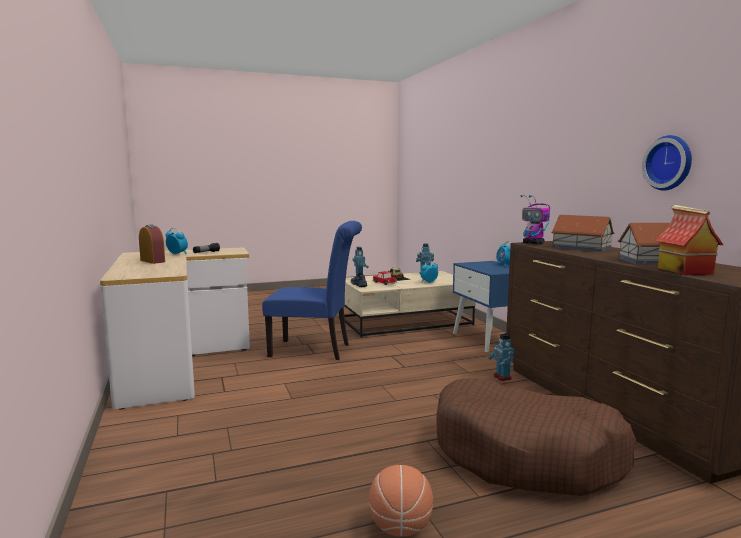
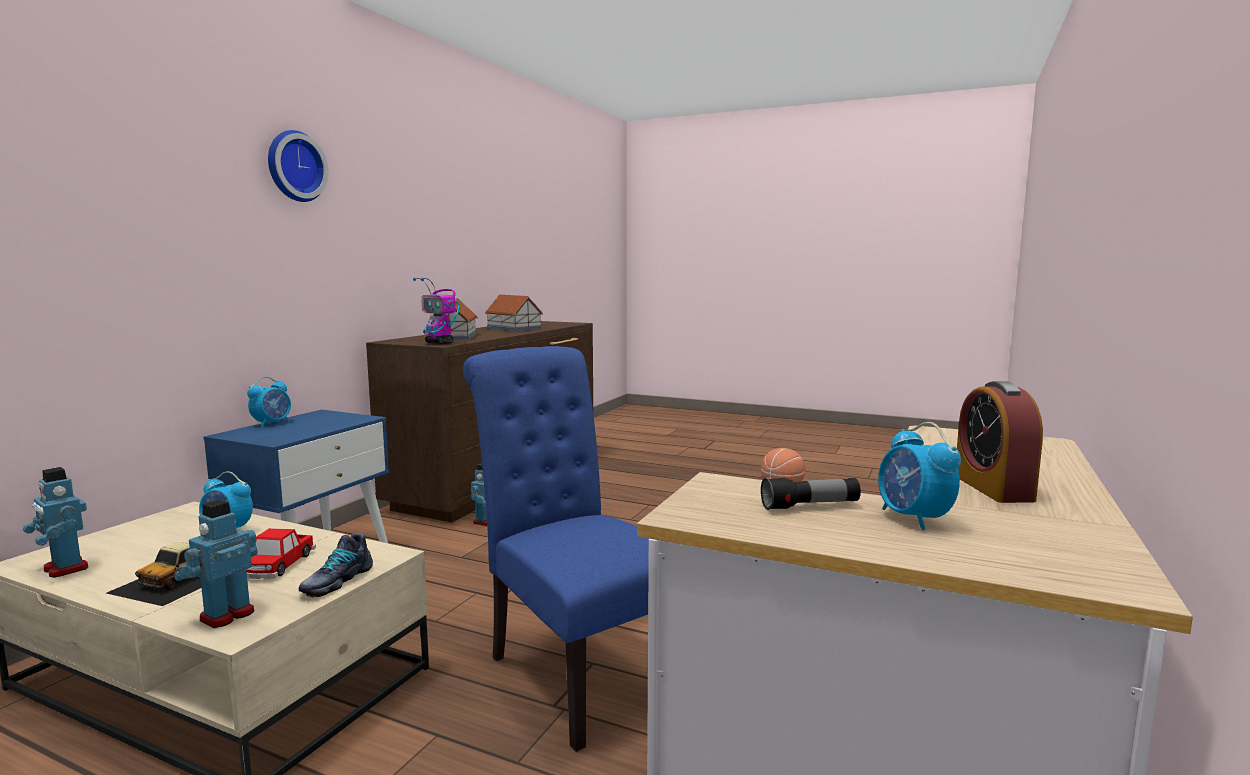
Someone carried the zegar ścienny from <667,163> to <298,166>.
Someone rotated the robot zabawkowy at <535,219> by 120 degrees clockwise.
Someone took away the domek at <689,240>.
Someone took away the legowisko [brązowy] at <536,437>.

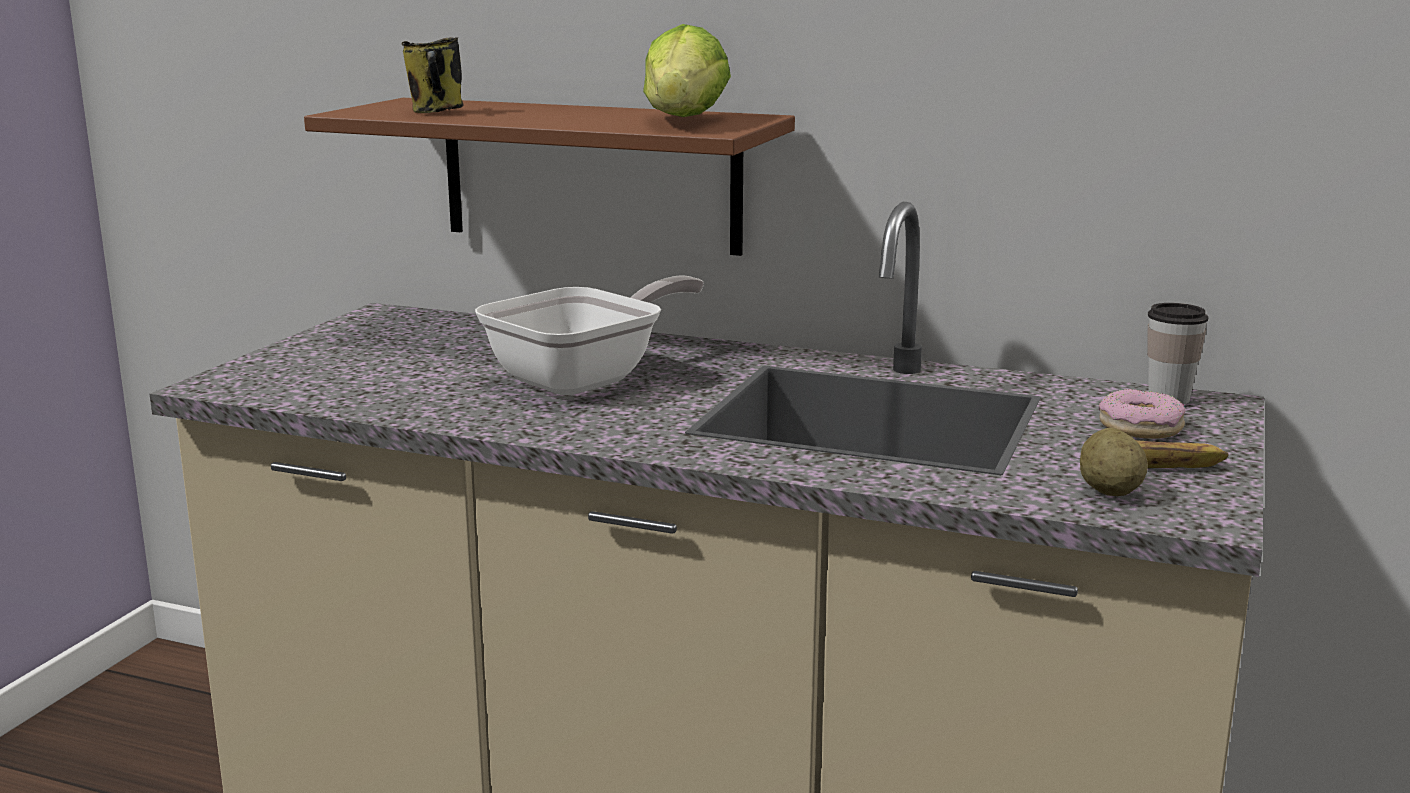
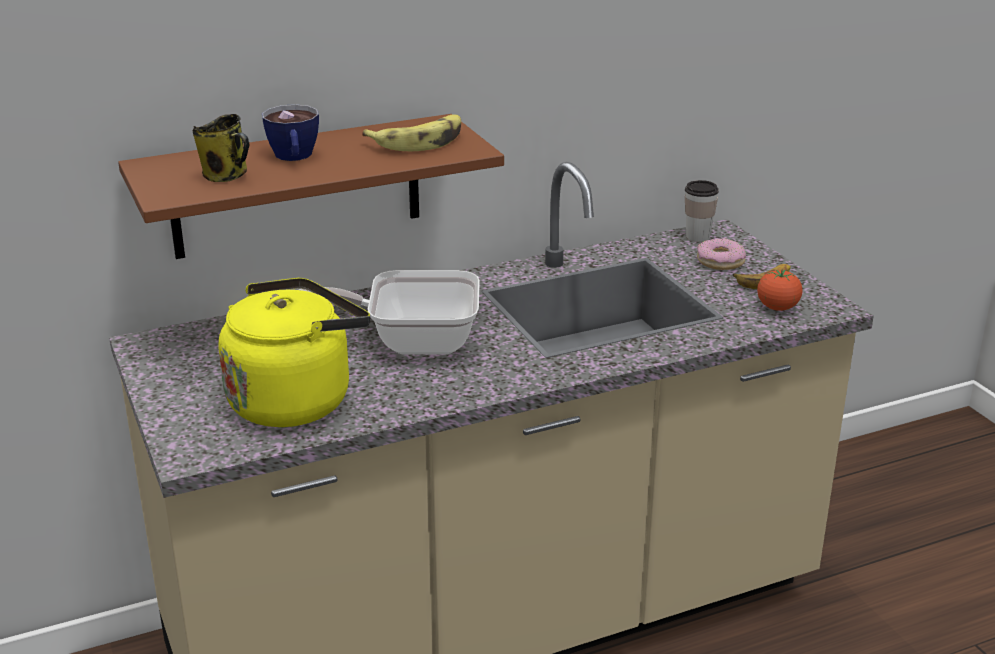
Someone swapped the sałata at <687,70> for the banan at <411,133>.
Someone rotated the patelnia at <589,335> by 90 degrees counterclockwise.
Someone swapped the ziemniak at <1114,462> for the pomidor at <779,290>.
Someone put down the filiżanka at <290,132>.
Someone put down the czajnik [żółty] at <294,352>.

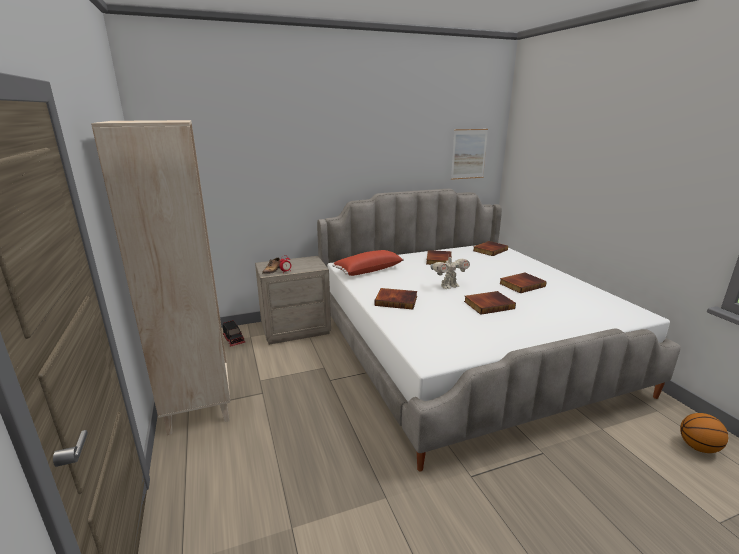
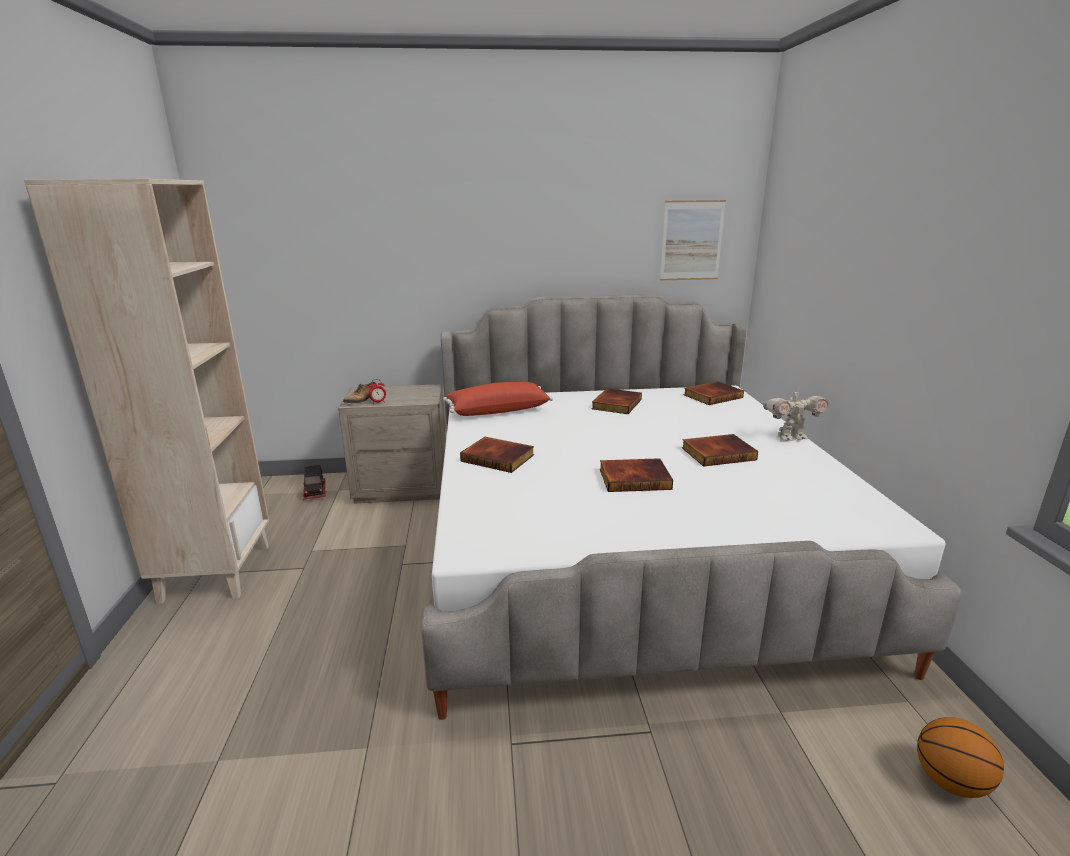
Someone carried the robot zabawkowy from <450,273> to <796,414>.

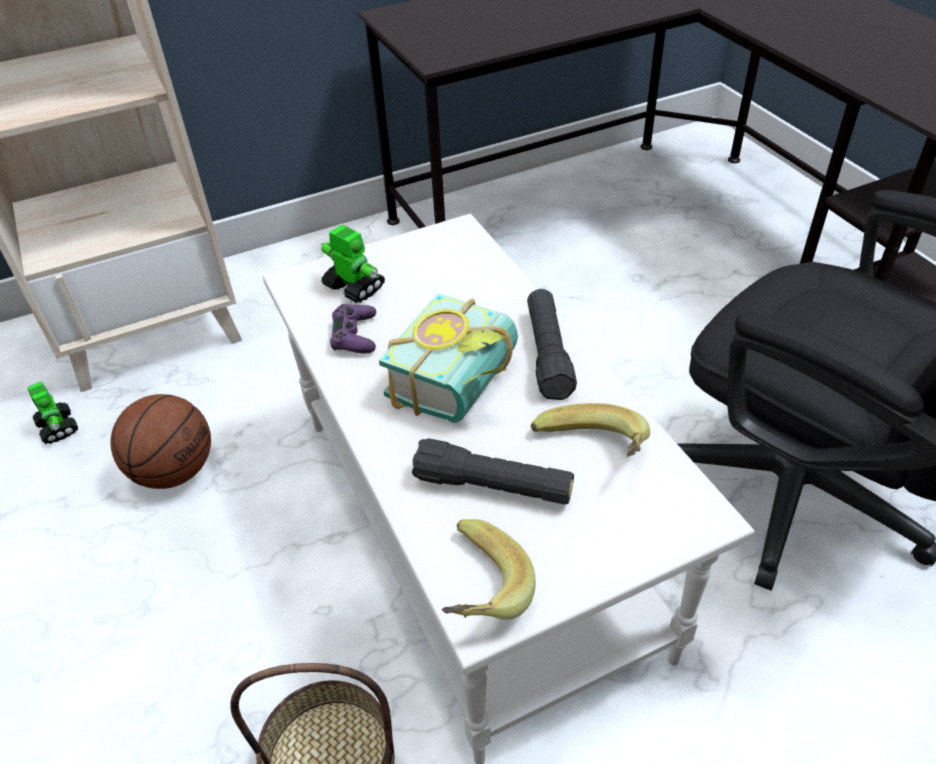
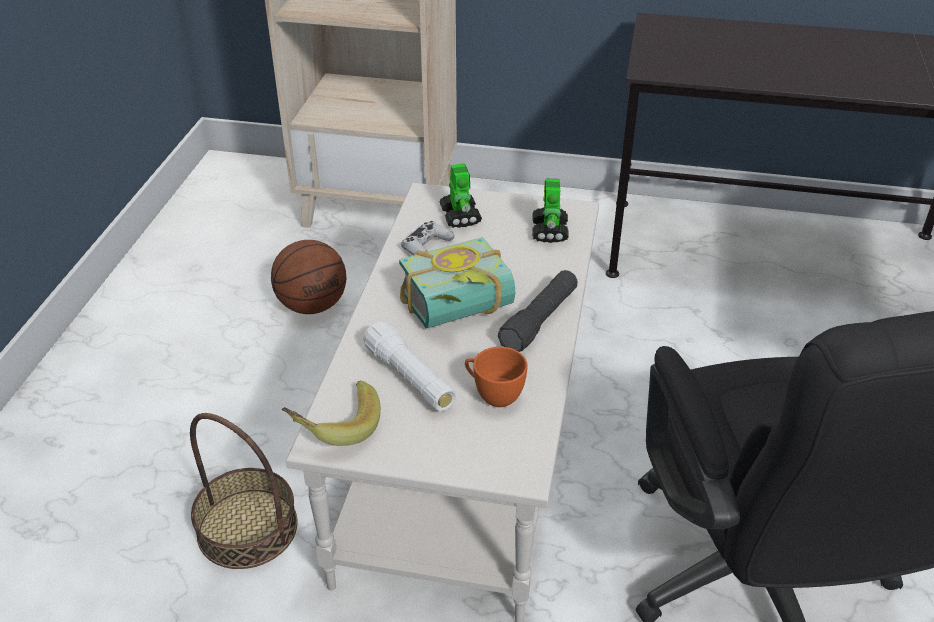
Someone repainted the pad do gier [fioletowy] at <353,329>, which became the pad do gier [biały] at <427,238>.
Someone carried the robot zabawkowy from <52,412> to <550,211>.
Someone swapped the banan at <590,430> for the filiżanka [pomarańczowy] at <496,377>.
Someone repainted the latarka [czarny] at <493,471>, which became the latarka [biały] at <409,366>.

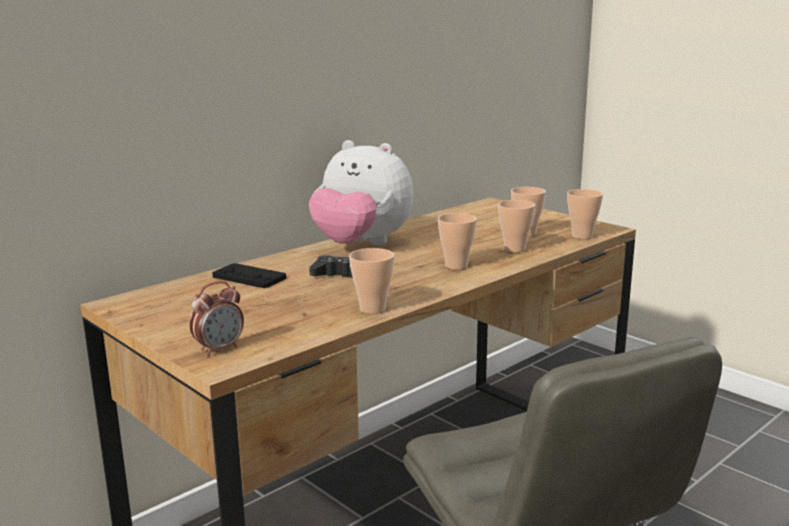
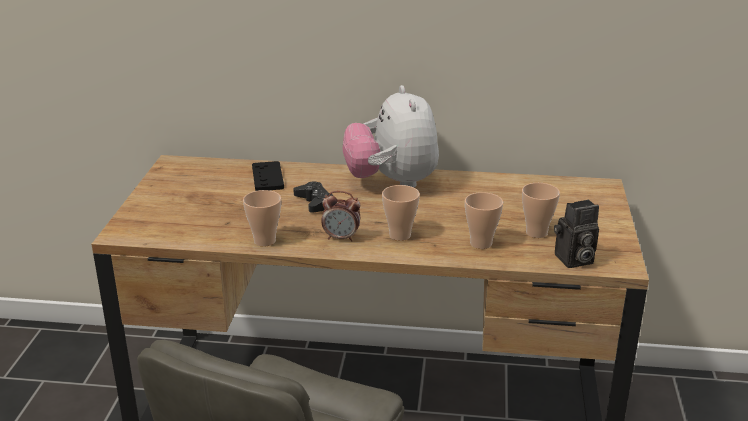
Someone swapped the filiżanka at <585,214> for the aparat fotograficzny at <576,234>.
Someone carried the budzik from <216,318> to <340,216>.

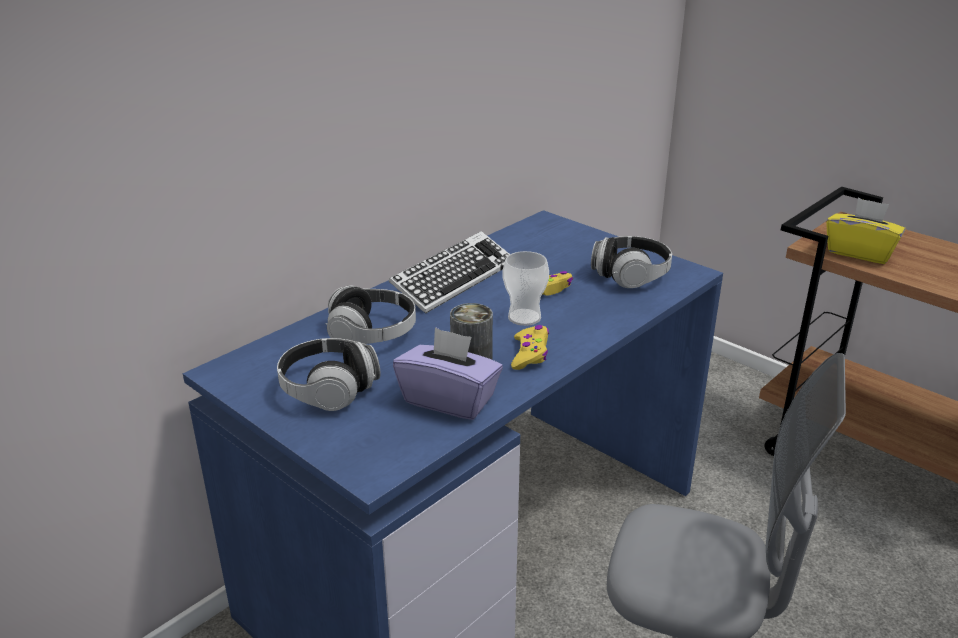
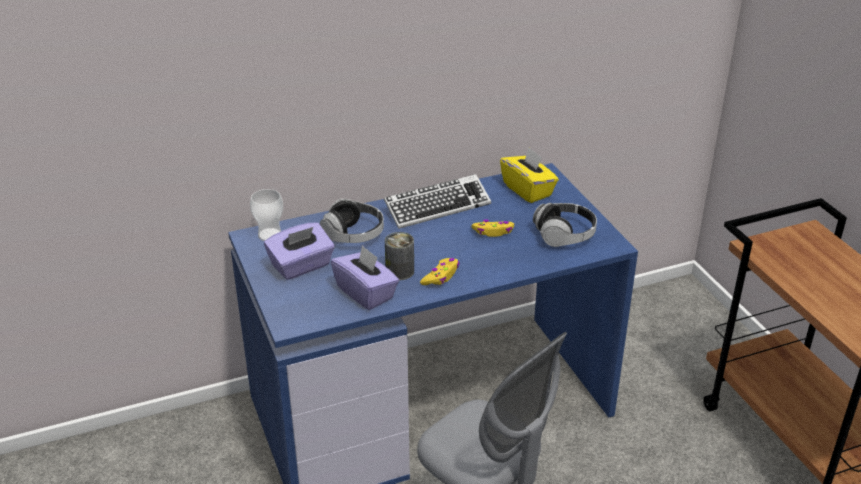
Someone carried the pudełko chusteczek [żółty] from <865,231> to <529,175>.
Someone carried the filiżanka from <526,288> to <266,215>.
Someone swapped the słuchawki at <328,374> for the pudełko chusteczek [fioletowy] at <299,251>.

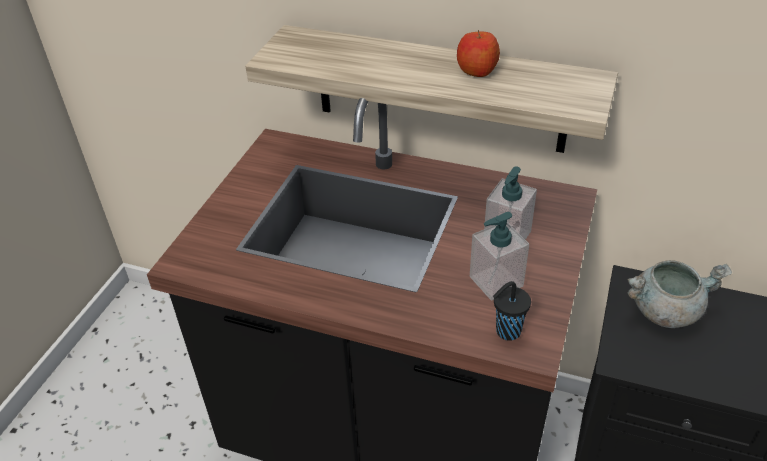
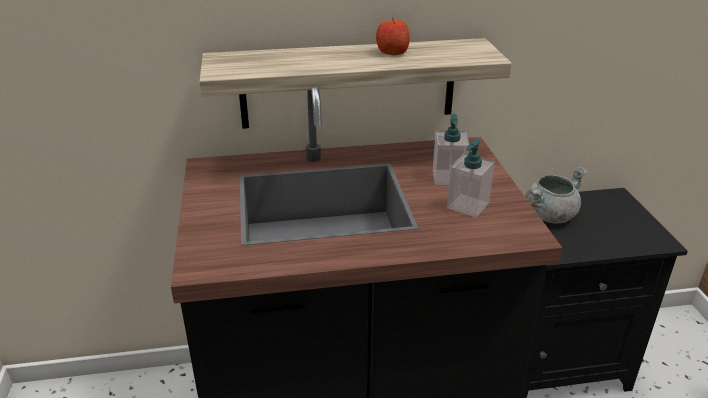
Someone took away the filiżanka [czarny] at <512,311>.

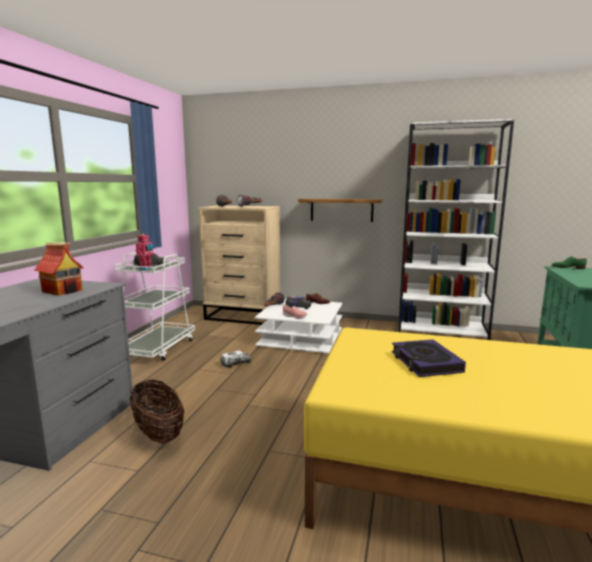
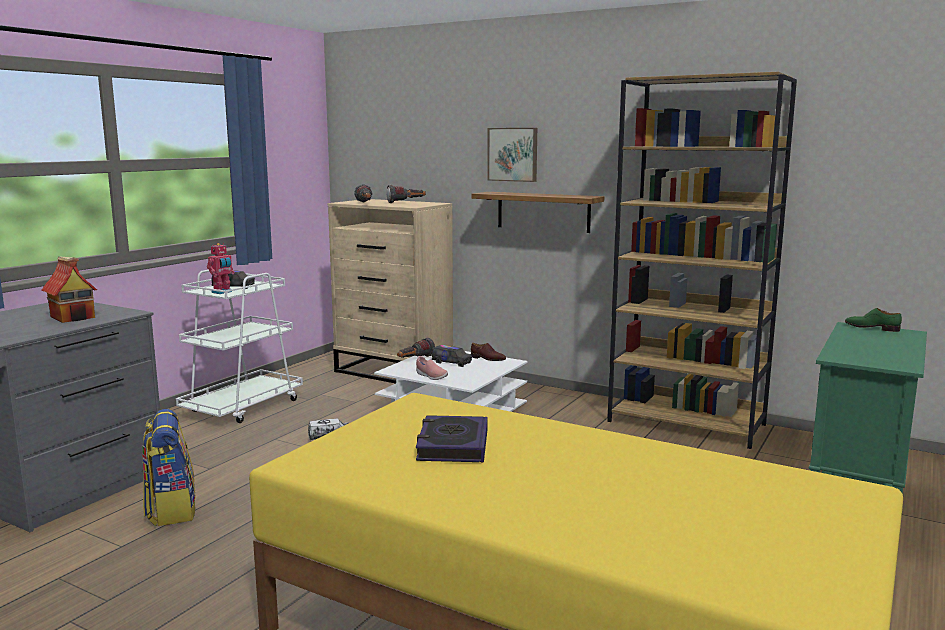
Someone repainted the regał [biały] at <456,229>, which became the regał [brązowy] at <702,260>.
Someone swapped the koszyk at <157,412> for the plecak at <169,467>.
Someone put up the obraz at <512,155>.

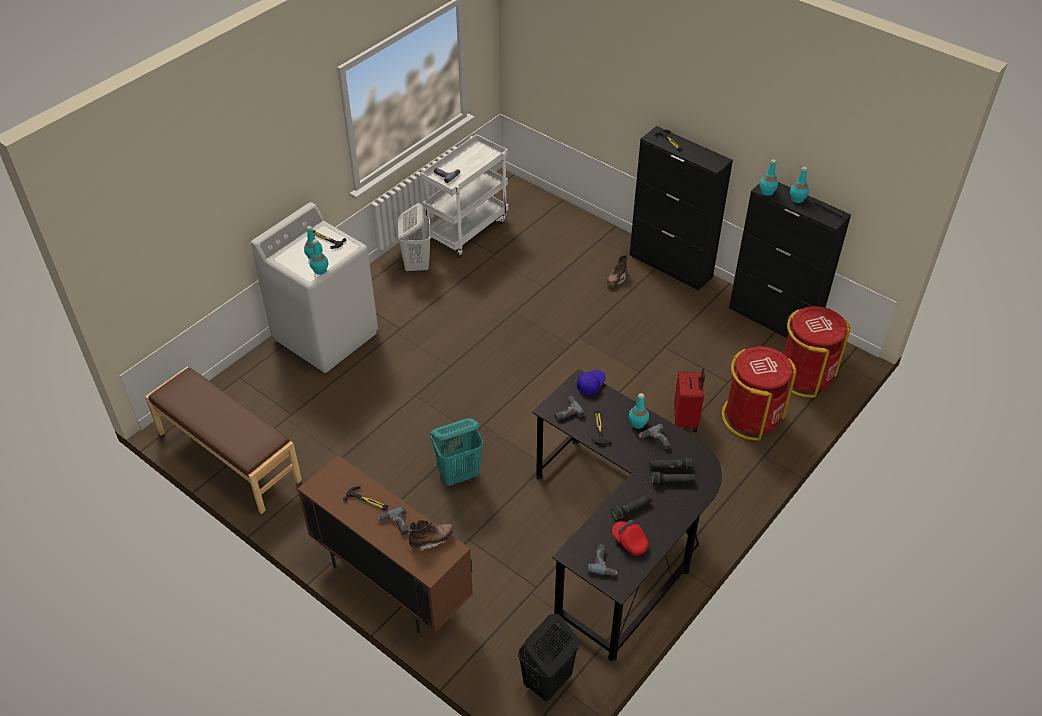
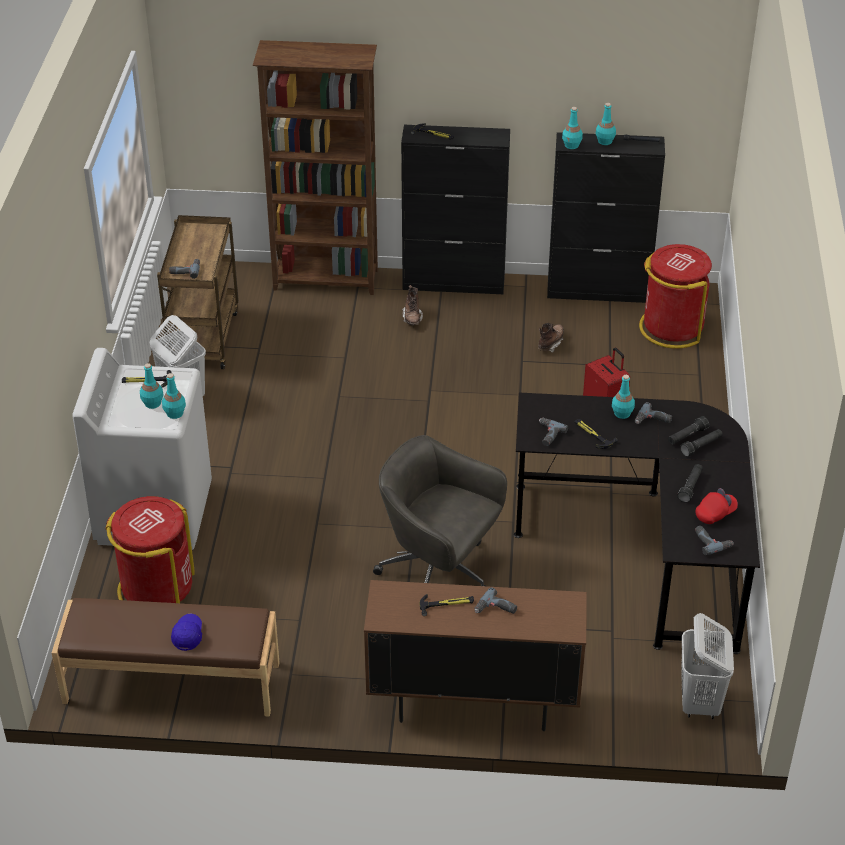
Someone repainted the wózek [biały] at <464,196>, which became the wózek [brązowy] at <198,292>.
Someone carried the kosz na śmieci [czerwony] from <759,393> to <150,549>.
Someone carried the czapka z daszkiem [niebieski] from <591,382> to <186,632>.
Someone swapped the kosz na pranie [turkusowy] at <457,452> for the krzesło biurowe [szary] at <440,510>.
Someone carried the but z cholewką [brązowy] from <431,536> to <551,338>.
Someone rotated the czapka z daszkiem [czerwony] at <630,538> by 135 degrees clockwise.
Someone repainted the kosz na pranie [czarny] at <548,657>, which became the kosz na pranie [biały] at <707,666>.
Someone put down the regał [brązowy] at <315,167>.

